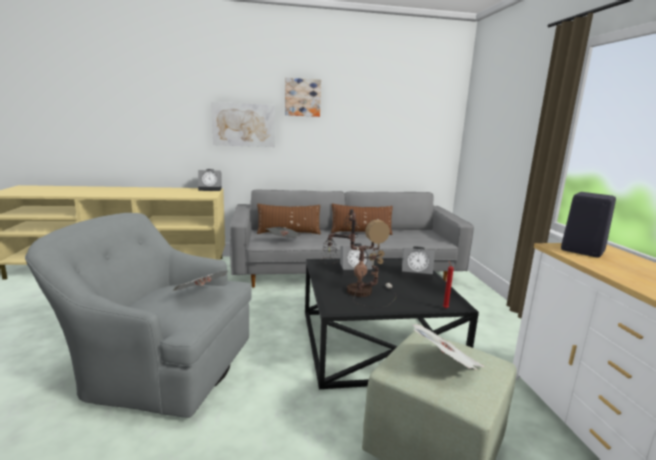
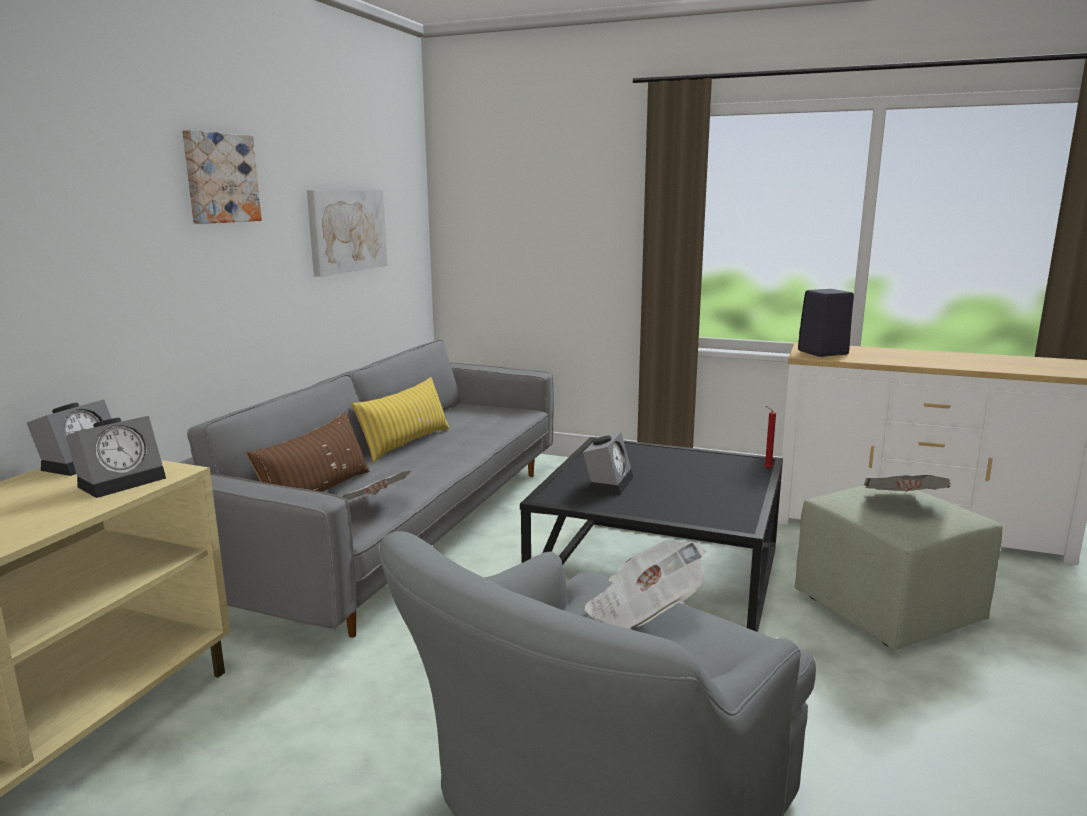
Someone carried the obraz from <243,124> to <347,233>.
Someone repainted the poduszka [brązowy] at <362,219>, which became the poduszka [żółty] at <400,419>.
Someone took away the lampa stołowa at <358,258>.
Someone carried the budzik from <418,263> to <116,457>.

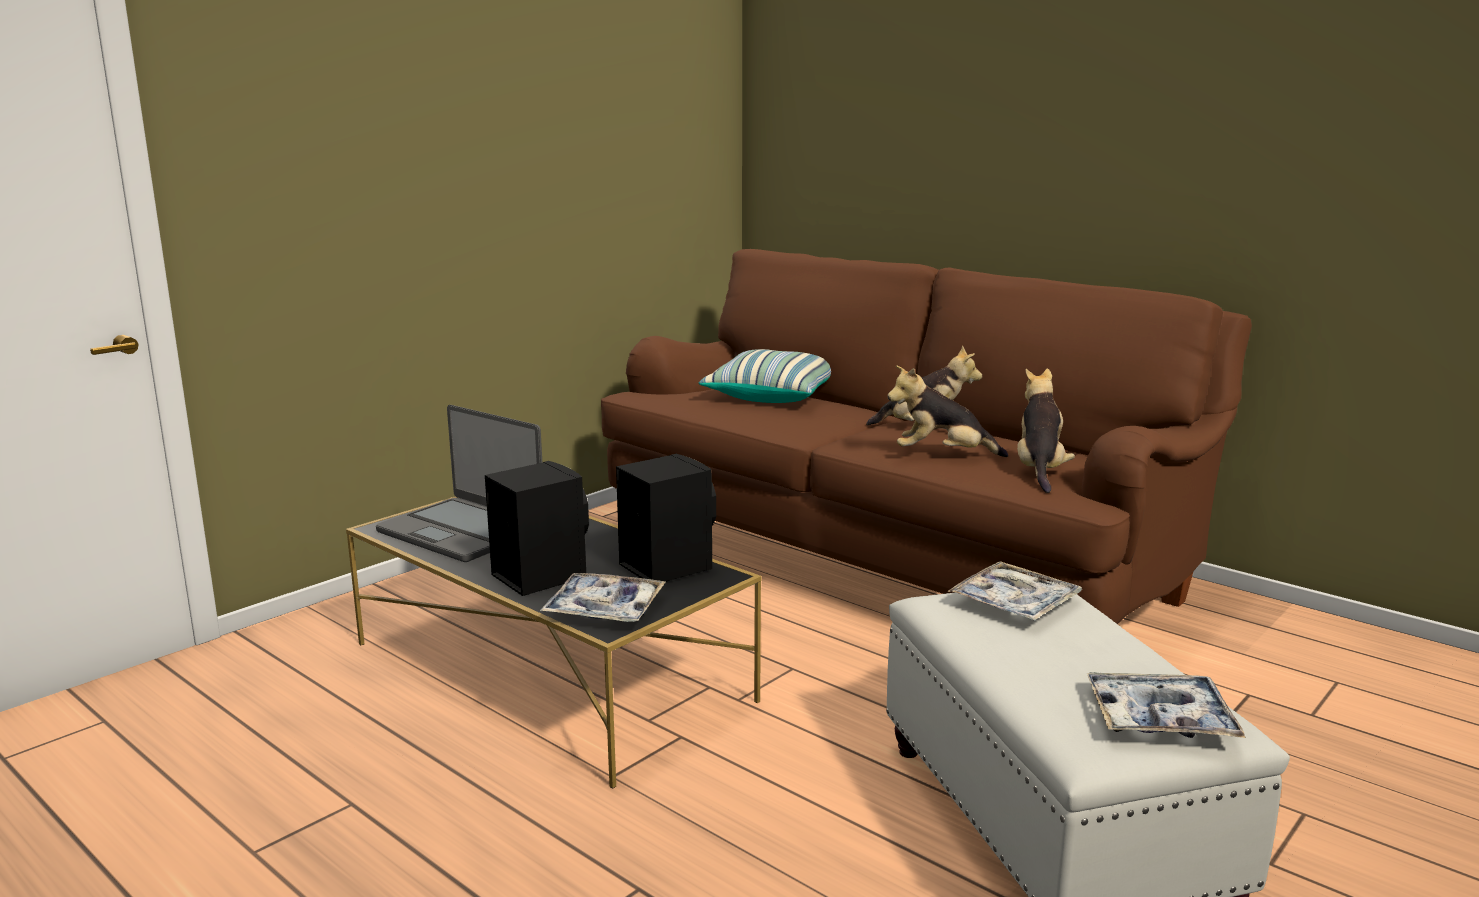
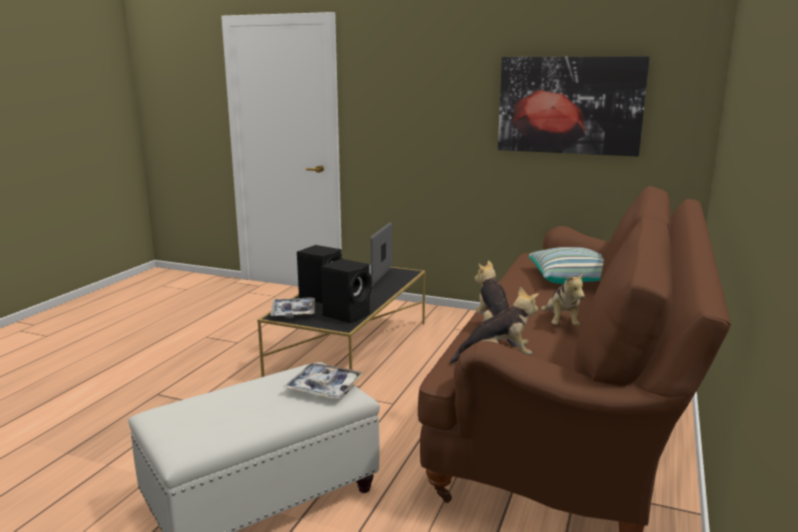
Someone took away the taca at <1166,705>.
Someone put up the obraz at <574,106>.

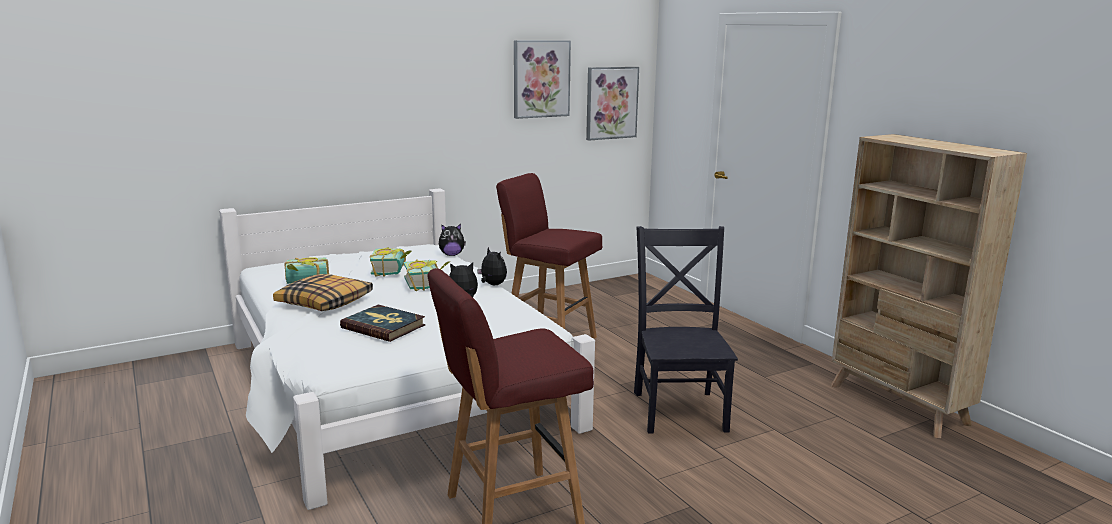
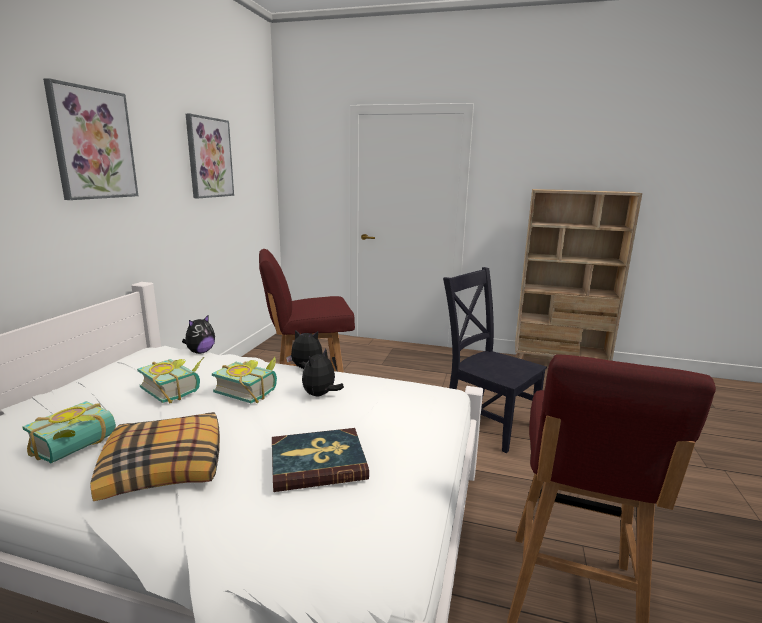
Someone carried the obraz from <612,104> to <90,139>.

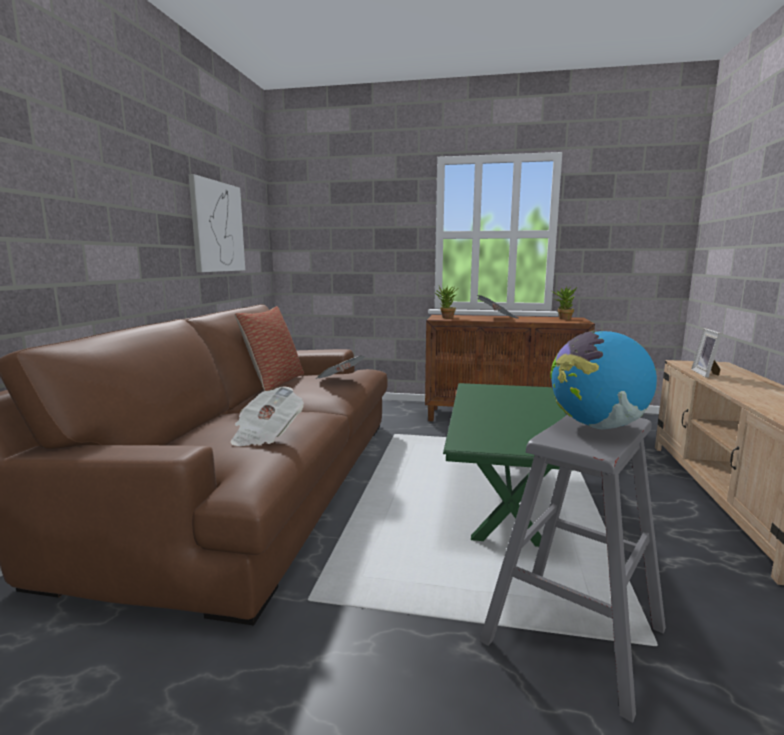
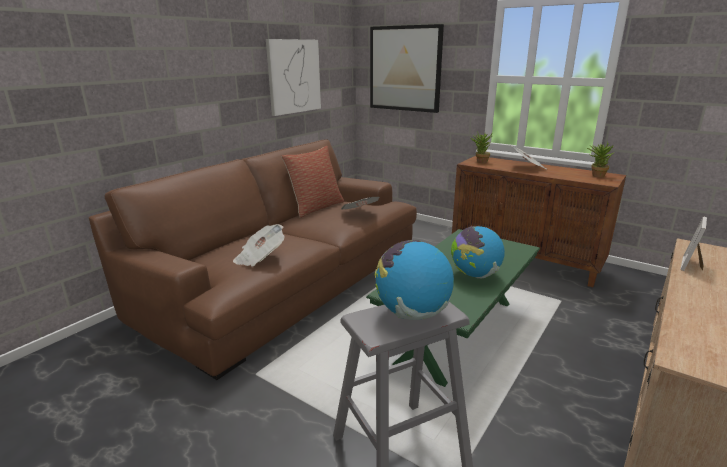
Someone put up the obraz at <407,68>.
Someone put down the globus at <478,252>.

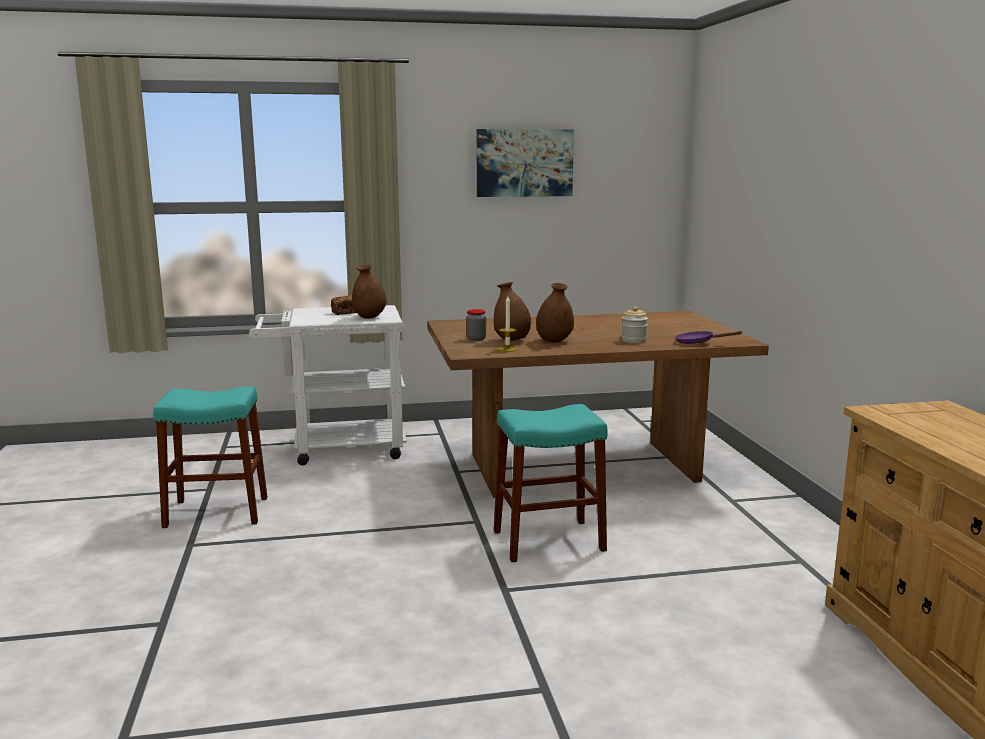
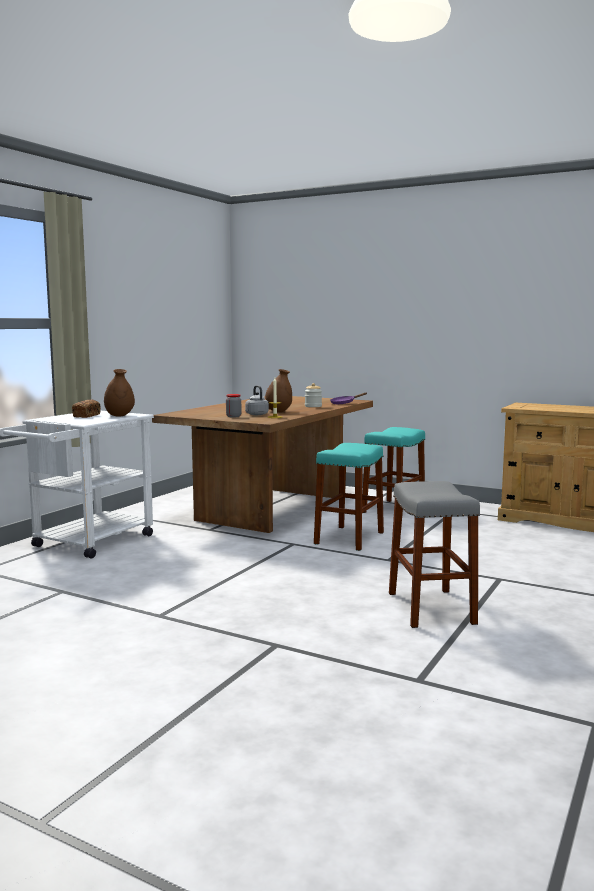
Someone took away the obraz at <525,163>.
Someone swapped the wazon [brązowy] at <512,311> for the czajnik [szary] at <257,400>.
Someone carried the stołek [turkusowy] from <210,457> to <393,470>.
Someone put down the stołek [szary] at <434,554>.

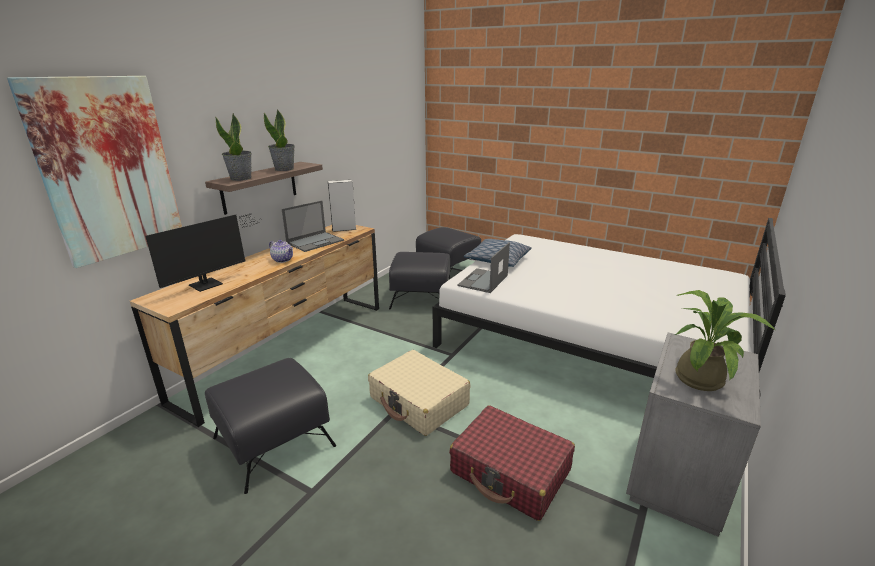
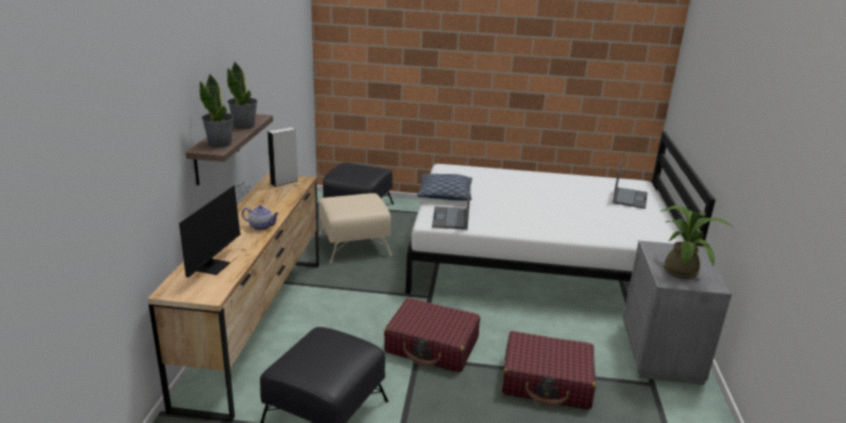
Someone took away the obraz at <94,172>.
Someone carried the laptop from <313,226> to <630,184>.
Someone repainted the pufa [czarny] at <419,280>, which became the pufa [beżowy] at <355,228>.
Someone repainted the walizka [beżowy] at <419,393>, which became the walizka [czerwony] at <432,335>.

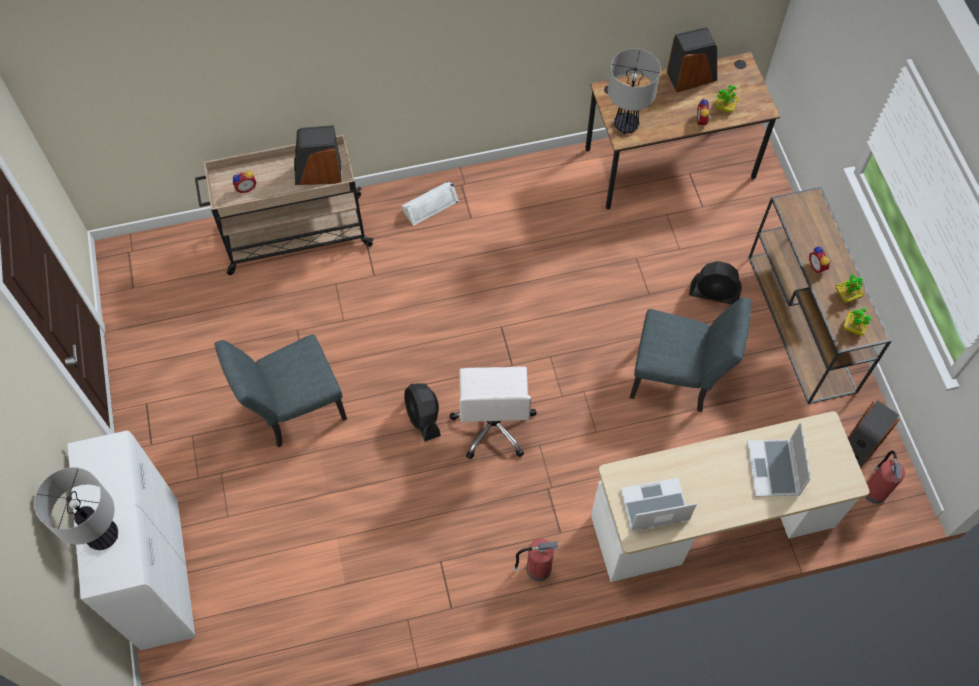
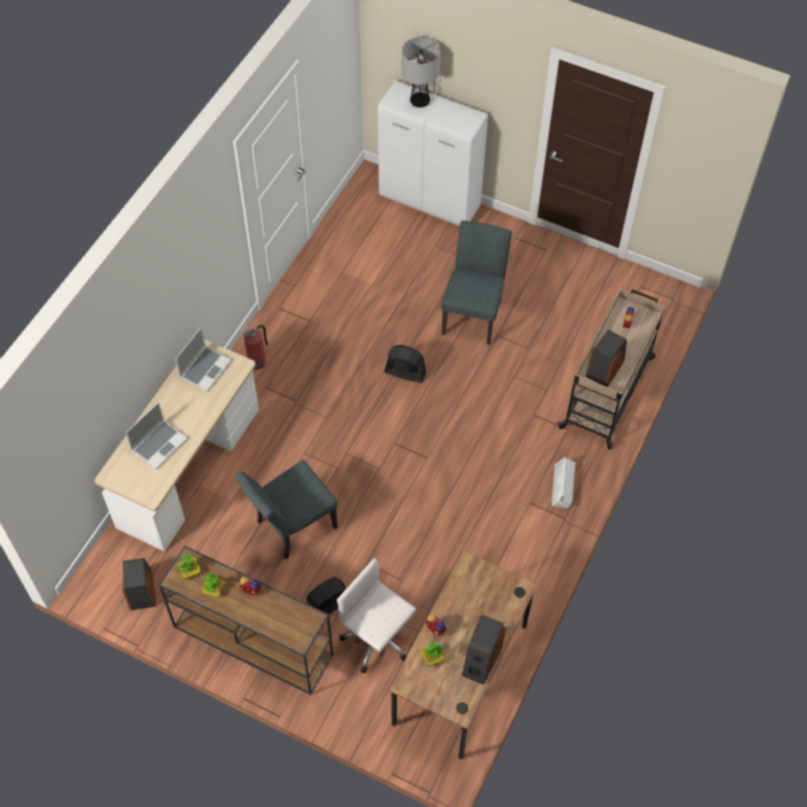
Someone took away the lampa stołowa at <634,91>.
Someone carried the krzesło biurowe [biały] from <493,413> to <376,615>.
Someone rotated the laptop at <779,459> by 90 degrees clockwise.
Someone took away the gaśnica at <885,477>.

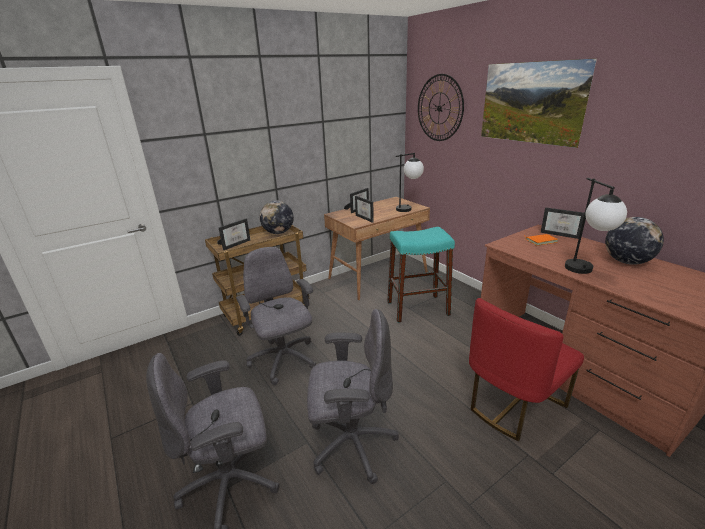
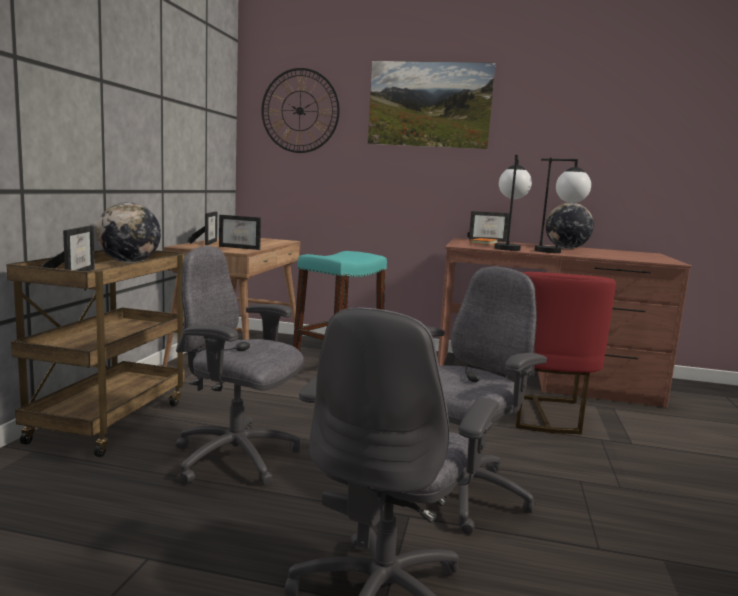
Someone carried the lampa stołowa from <410,182> to <513,203>.

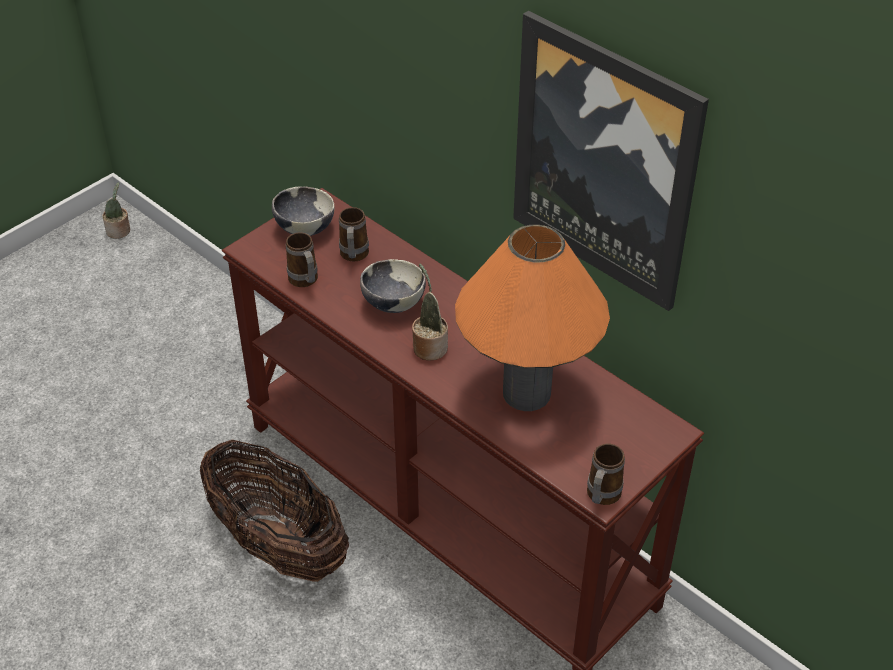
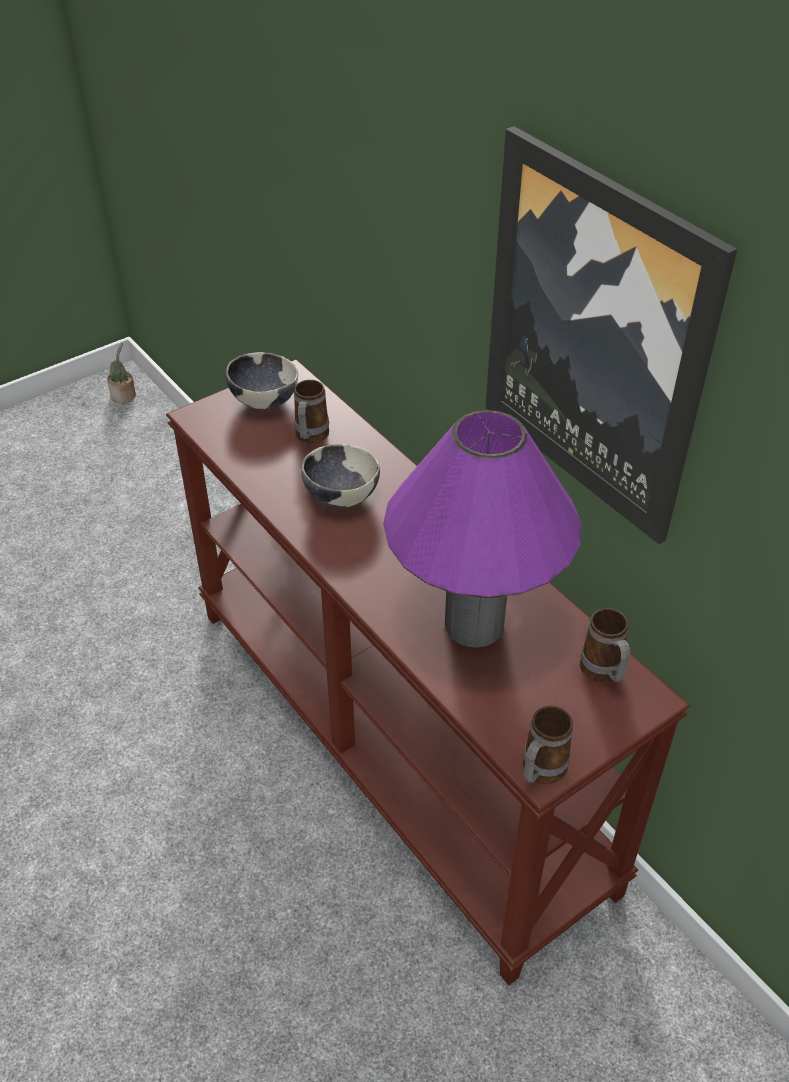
Someone repainted the lampa stołowa [pomarańczowy] at <532,318>, which became the lampa stołowa [fioletowy] at <482,529>.
Someone carried the kubek from <302,259> to <605,645>.
Someone took away the roślina doniczkowa at <430,312>.
Someone took away the koszyk at <274,510>.

